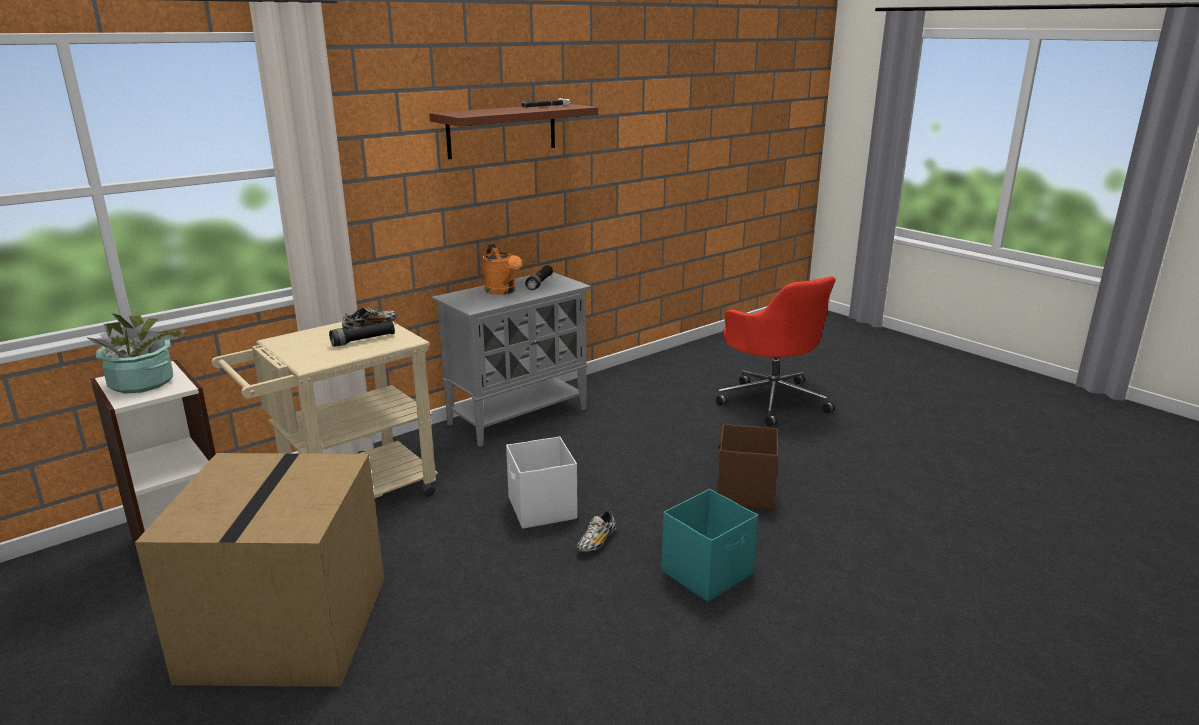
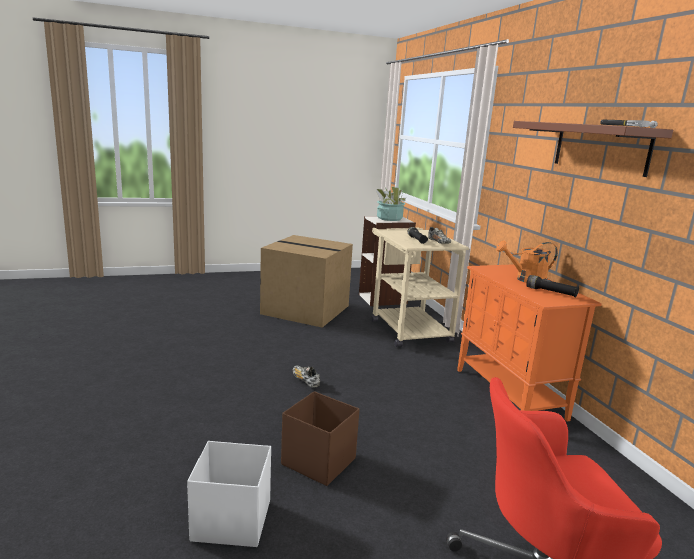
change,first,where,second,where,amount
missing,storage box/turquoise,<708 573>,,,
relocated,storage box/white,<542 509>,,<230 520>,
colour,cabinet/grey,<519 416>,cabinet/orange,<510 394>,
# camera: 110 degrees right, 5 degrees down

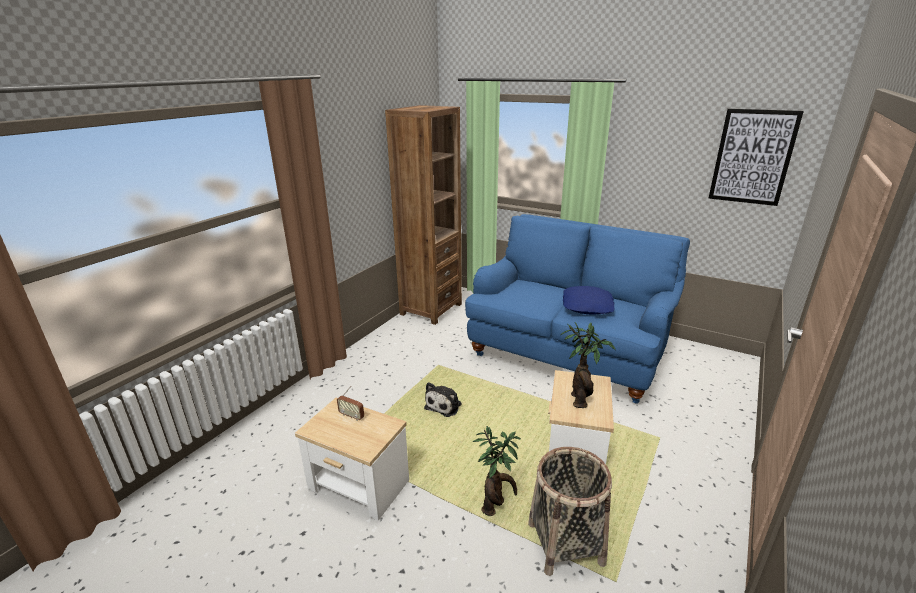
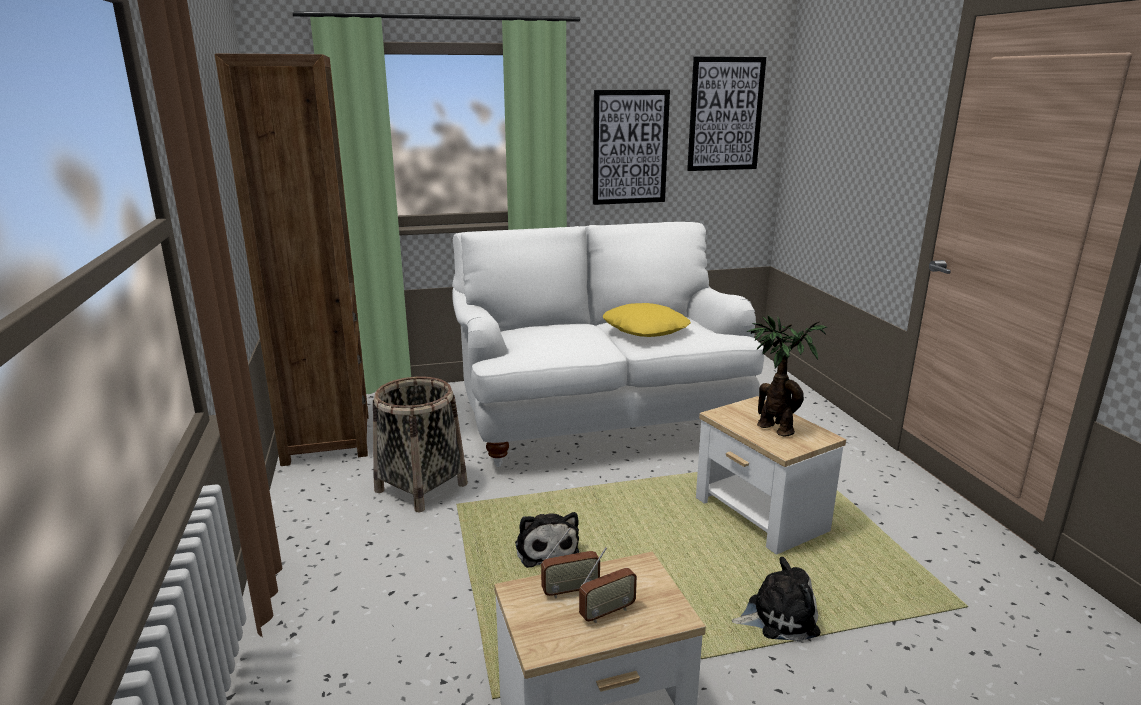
change,first,where,second,where,amount
appeared,,,radio,<607 612>,
appeared,,,picture,<630 147>,
relocated,basket,<566 543>,,<421 487>,
exchanged,potted plant,<496 504>,plush toy,<777 617>,
colour,sofa/blue,<569 352>,sofa/white,<598 417>,
colour,pillow/blue,<587 306>,pillow/yellow,<646 329>,
# camera: 45 degrees left, 5 degrees down

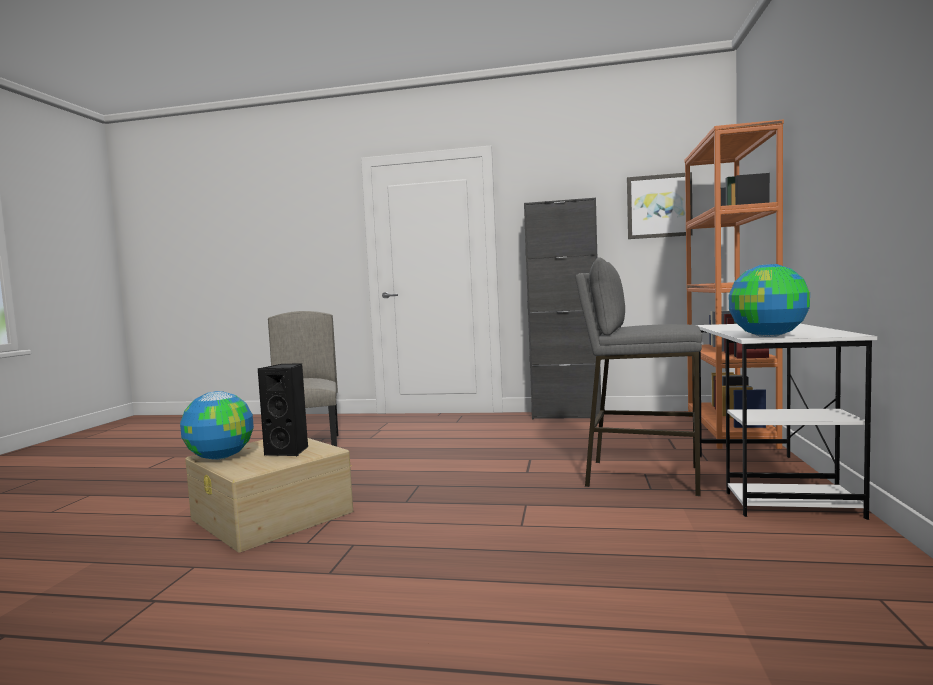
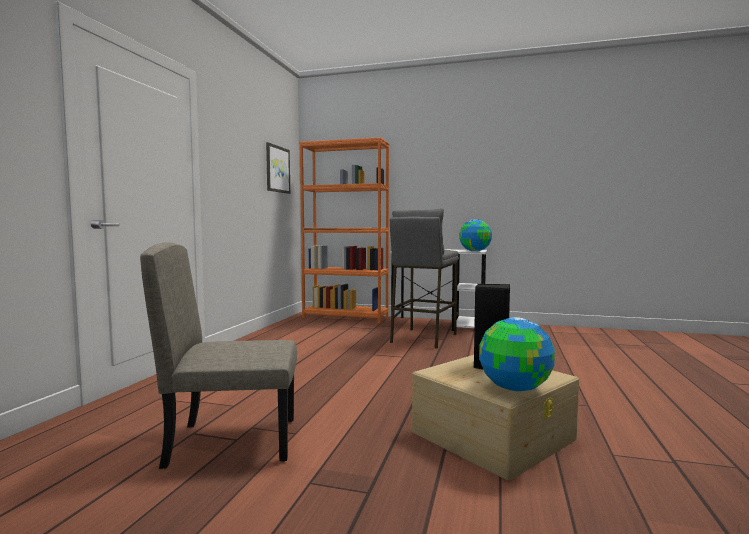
change,first,where,second,where,amount
missing,cabinet/black,<566 415>,,,
# camera: 85 degrees left, 0 degrees up

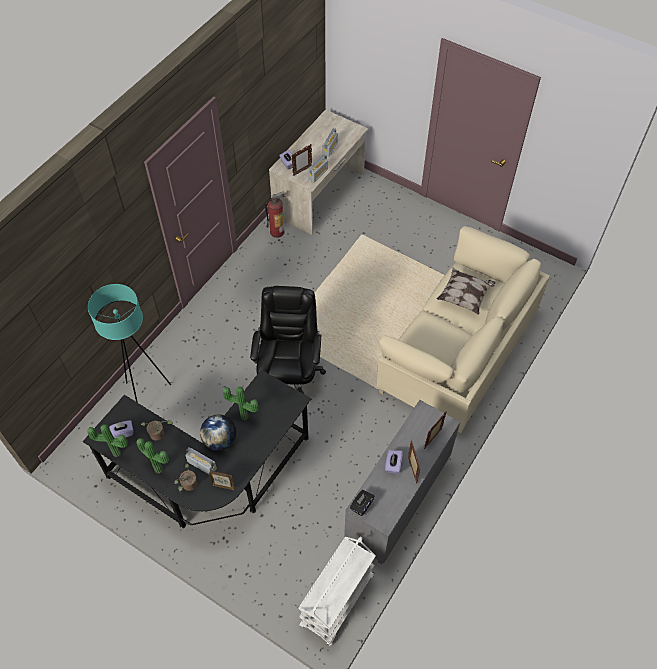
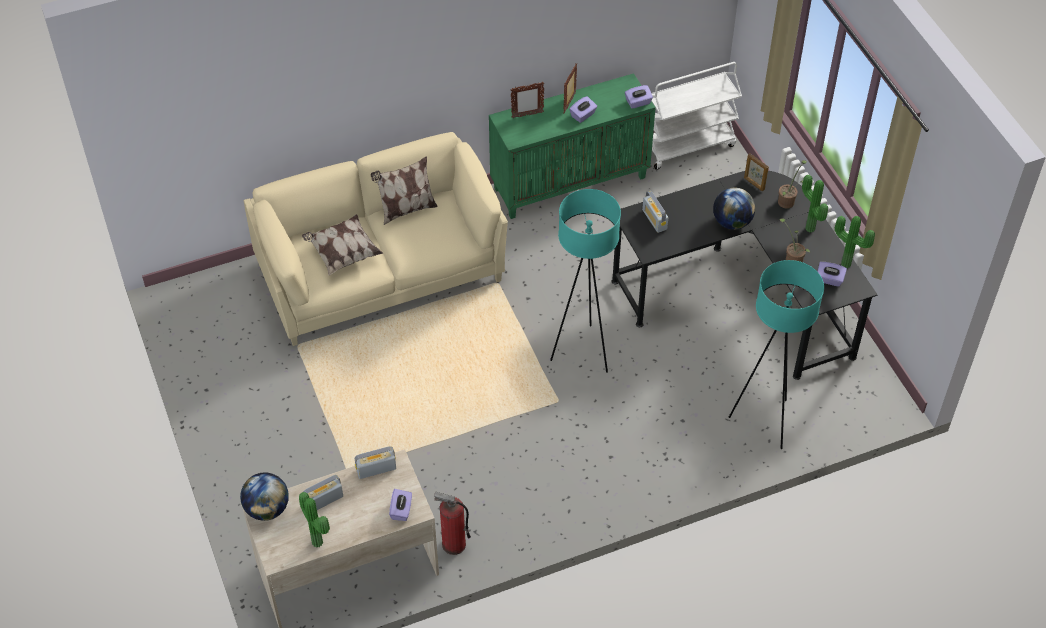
change,first,where,second,where,amount
missing,picture frame,<302 171>,,,
appeared,,,globe,<267 508>,
appeared,,,pillow,<406 209>,
relocated,radio,<202 465>,,<654 219>,
relocated,potted plant,<244 418>,,<319 541>,
exchanged,office chair/black,<289 374>,floor lamp/turquoise,<583 351>,
colour,cabinet/grey,<398 502>,cabinet/green,<570 182>,
colour,tissue box/black,<361 505>,tissue box/purple,<638 102>,
# camera: 145 degrees left, 5 degrees down

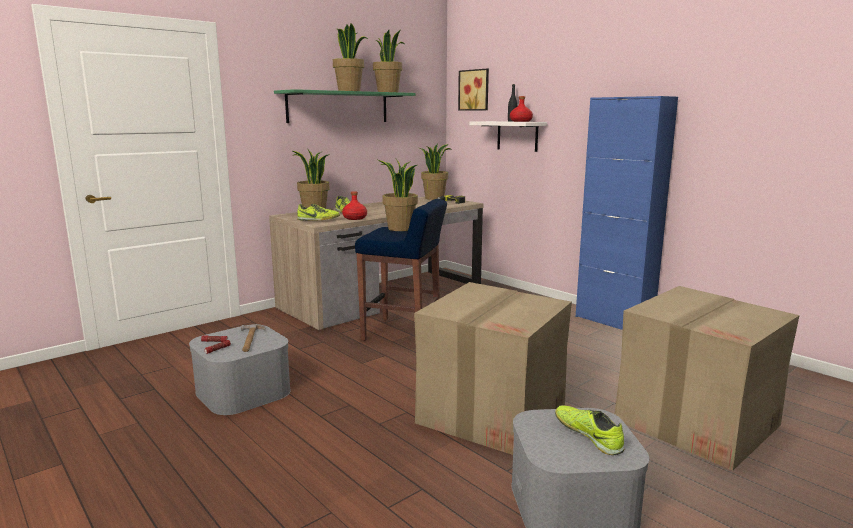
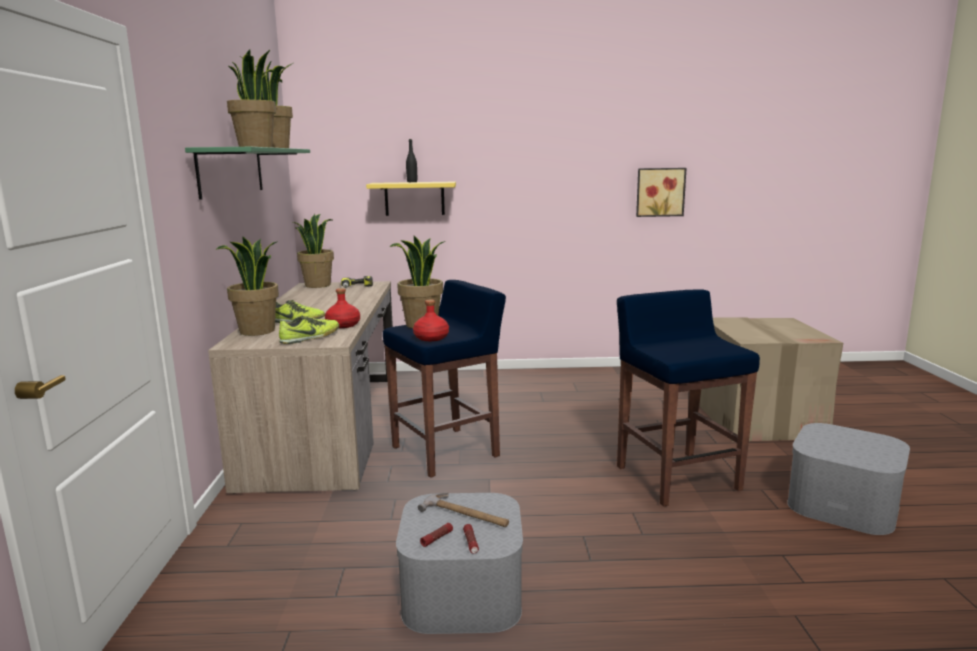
change,first,where,second,where,amount
missing,shoe,<588 435>,,,
missing,cabinet/blue,<613 322>,,,
relocated,picture,<475 90>,,<660 192>,
relocated,bottle/red,<521 121>,,<431 338>,
exchanged,cardboard box,<492 413>,stool/blue,<676 477>,
colour,shelf/white,<517 136>,shelf/yellow,<414 198>,
# camera: 50 degrees left, 0 degrees up

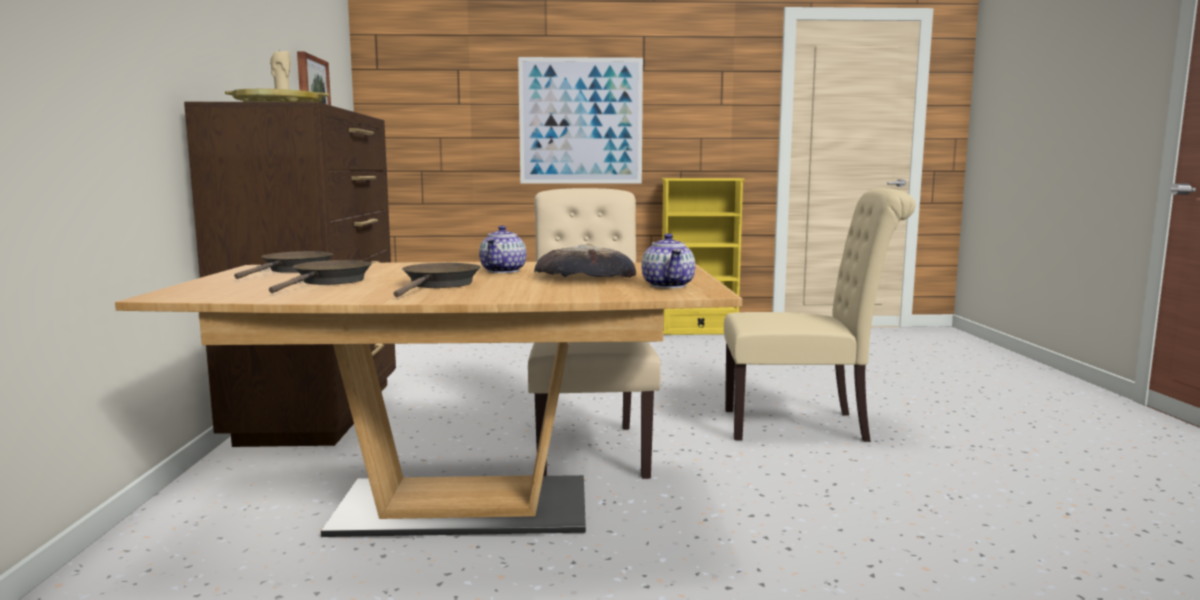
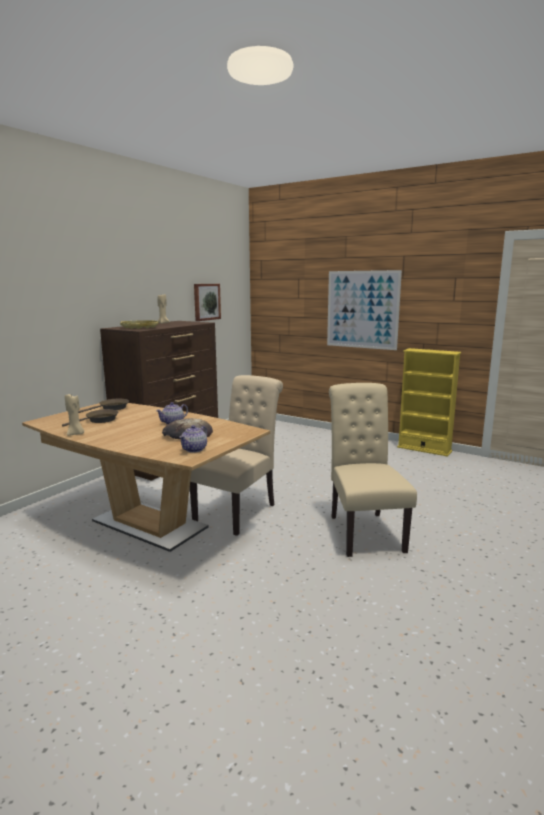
change,first,where,second,where,amount
missing,frying pan/brown,<439 285>,,,
appeared,,,candle/beige,<76 434>,
spun,chair/beige,<804 425>,,<363 530>,135 degrees counterclockwise
# camera: 35 degrees right, 5 degrees up

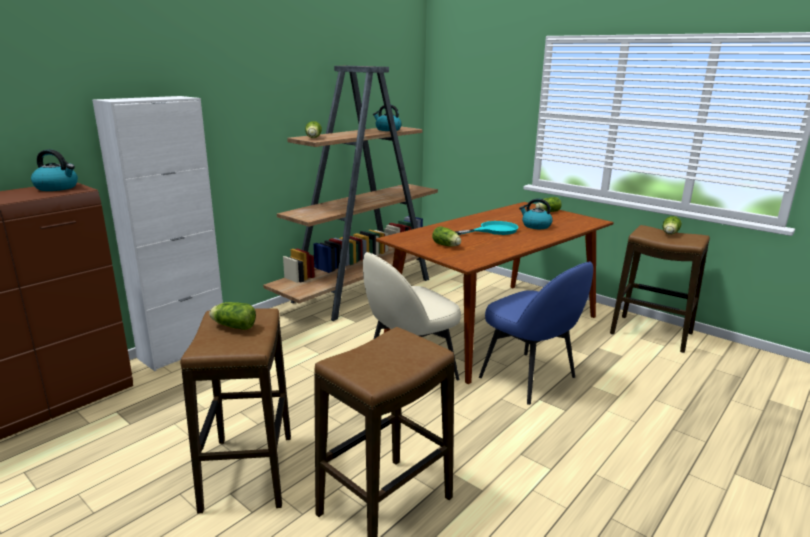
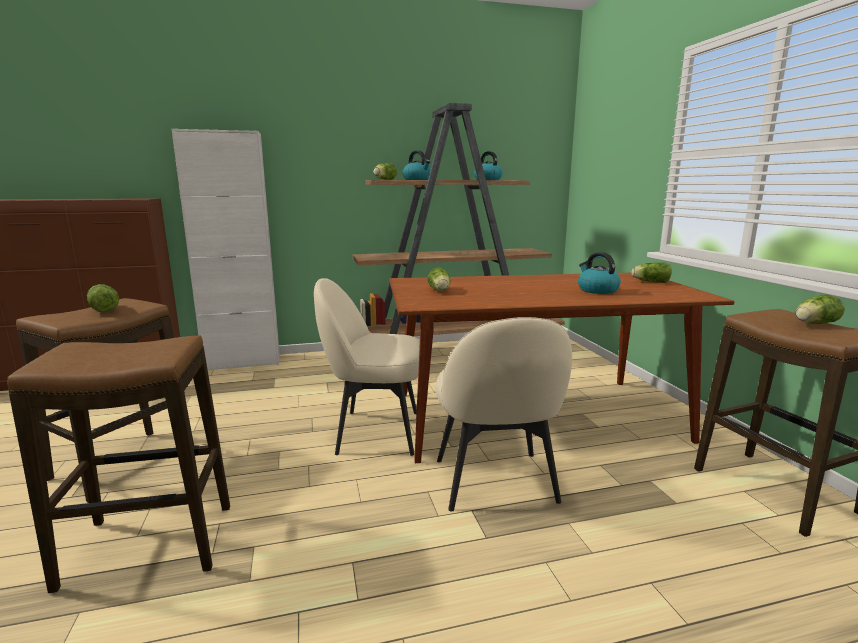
change,first,where,second,where,amount
missing,frying pan/turquoise,<492 230>,,,
relocated,kettle,<57 187>,,<417 179>,
colour,chair/blue,<529 378>,chair/beige,<495 483>,
# camera: 35 degrees right, 5 degrees down

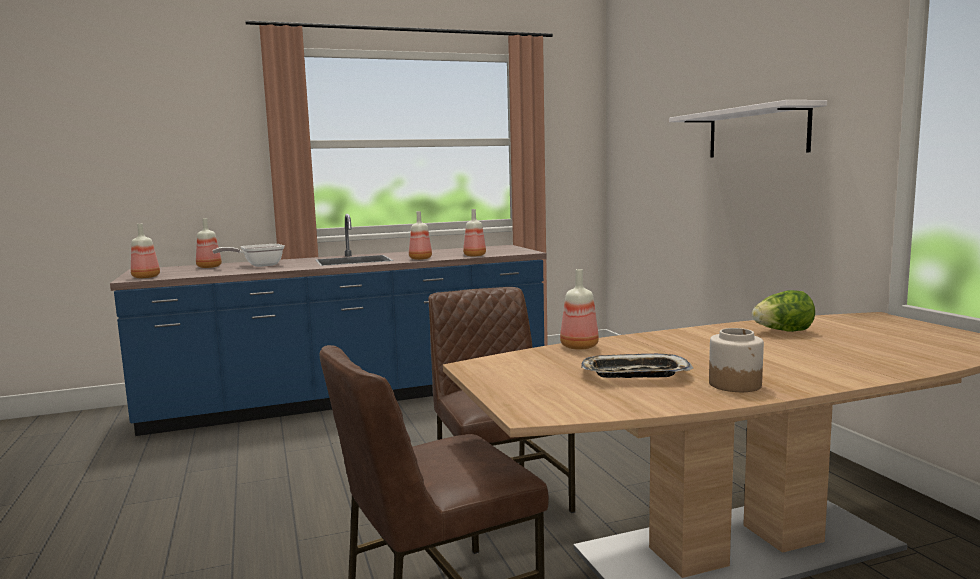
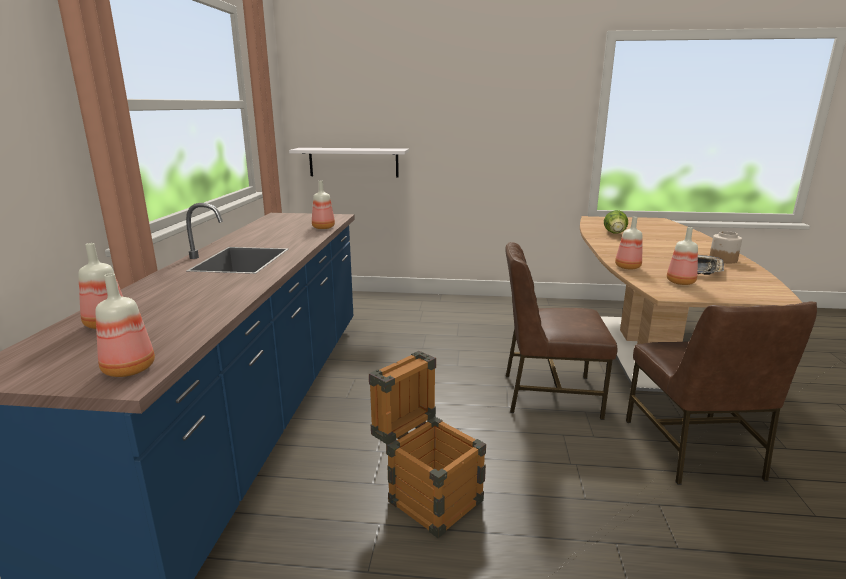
change,first,where,second,where,amount
missing,frying pan,<258 265>,,,
appeared,,,crate,<427 495>,
relocated,bottle,<420 259>,,<681 282>,
relocated,shelf/white,<757 132>,,<353 162>,
# camera: 65 degrees left, 10 degrees up

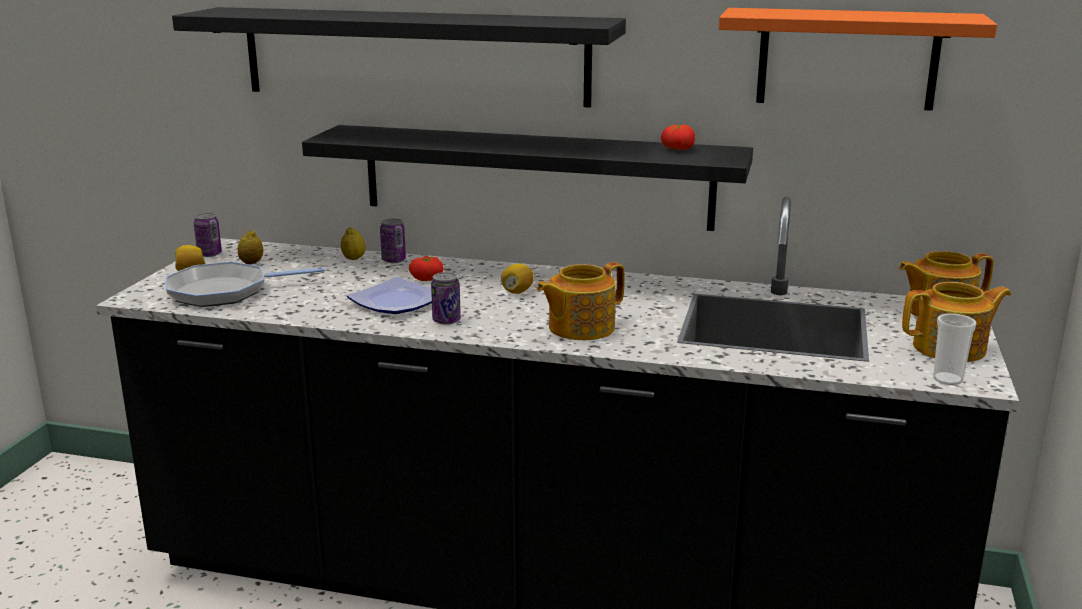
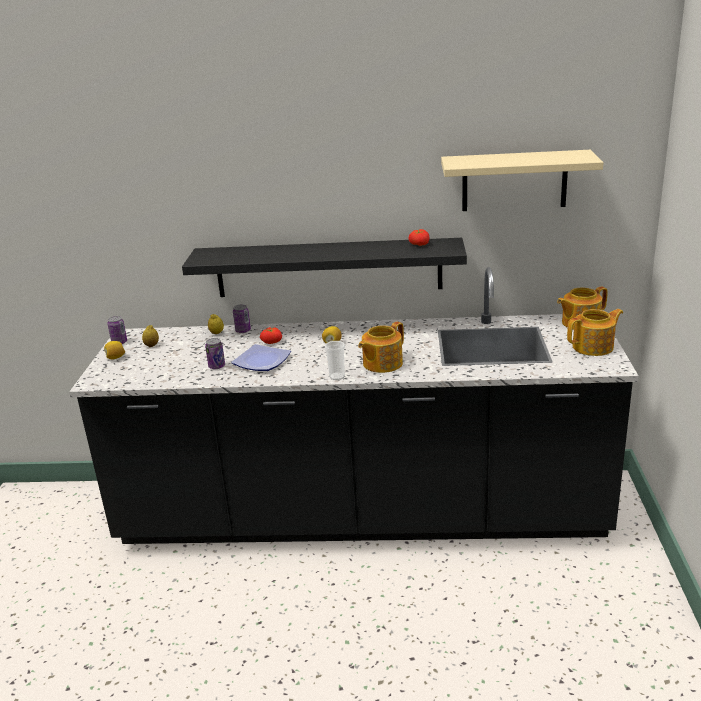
change,first,where,second,where,amount
missing,frying pan,<224 291>,,,
missing,shelf/black,<413 56>,,,
relocated,can,<446 321>,,<217 366>,
relocated,cup,<947 379>,,<337 376>,
colour,shelf/orange,<847 59>,shelf/beige,<514 181>,
# camera: 10 degrees left, 5 degrees up

